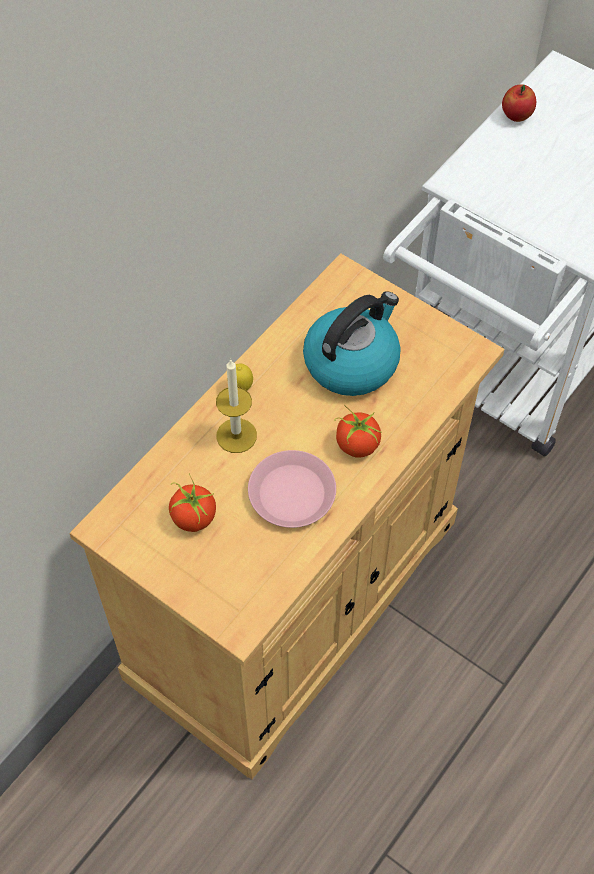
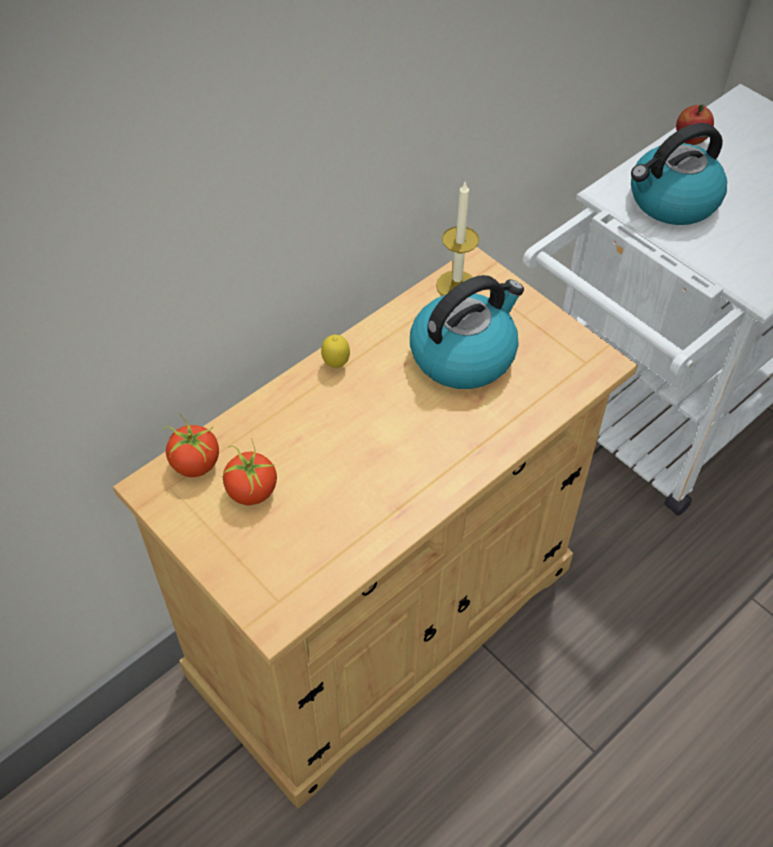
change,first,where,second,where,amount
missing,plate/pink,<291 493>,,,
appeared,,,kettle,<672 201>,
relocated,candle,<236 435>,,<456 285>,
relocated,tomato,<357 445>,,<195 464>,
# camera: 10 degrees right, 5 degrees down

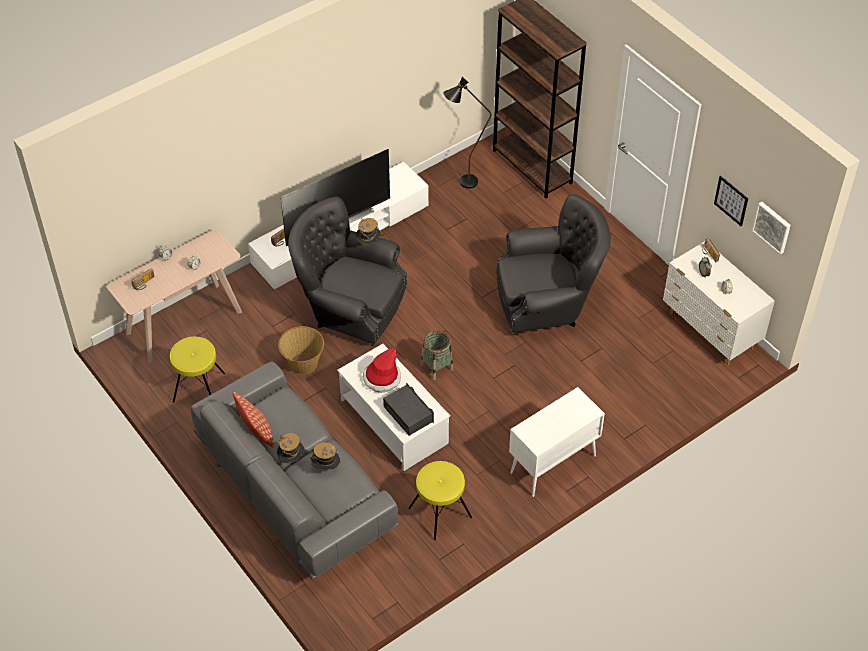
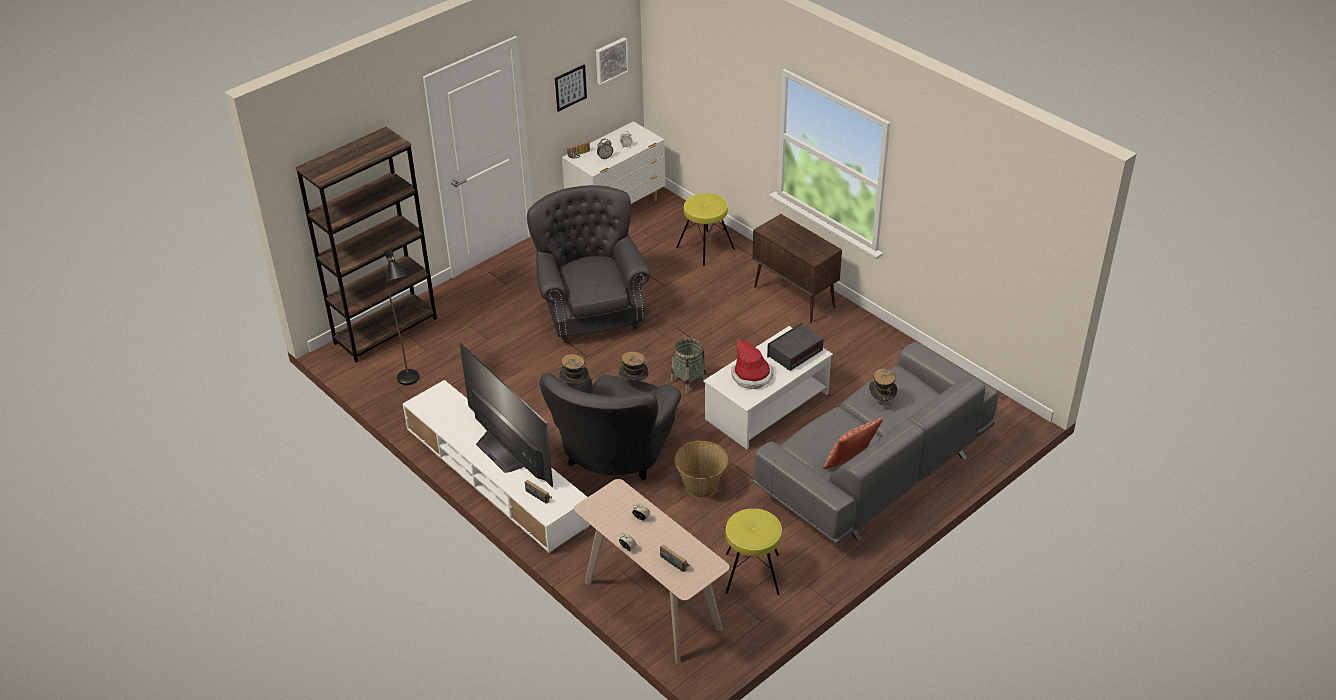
change,first,where,second,where,amount
relocated,hat,<291 459>,,<634 383>,
relocated,stool/yellow,<440 513>,,<706 248>,
colour,cabinet/white,<552 465>,cabinet/brown,<795 297>,
# camera: 95 degrees left, 10 degrees down

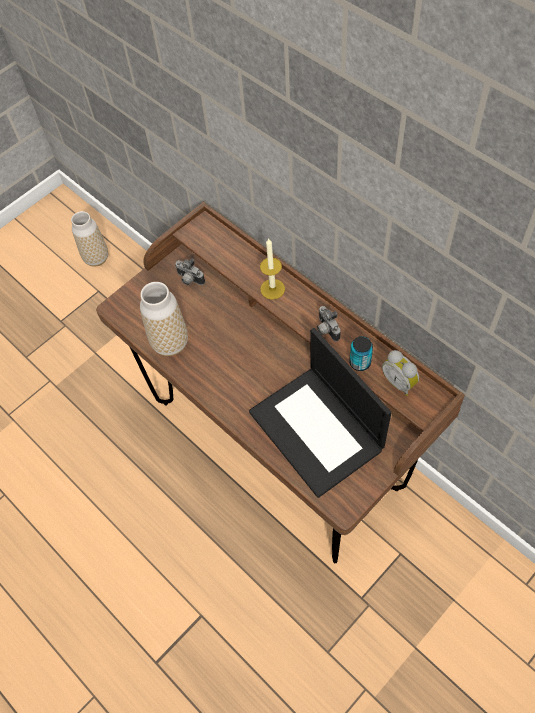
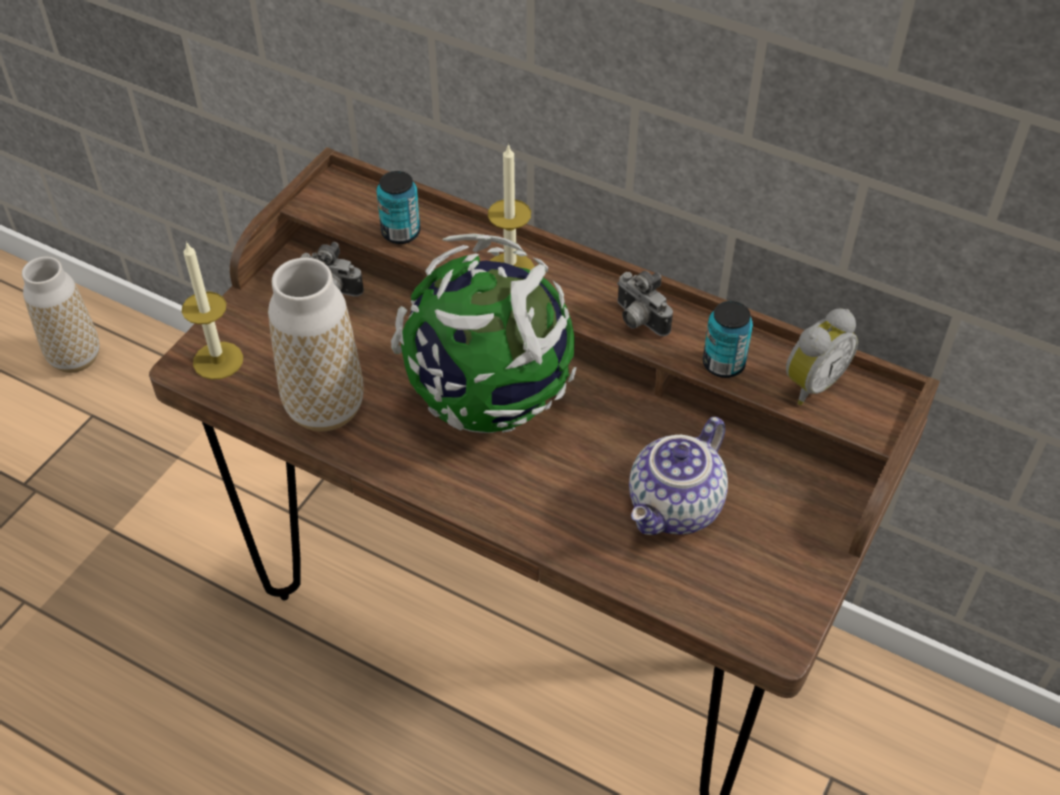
change,first,where,second,where,amount
appeared,,,candle,<218 360>,
appeared,,,can,<401 233>,
appeared,,,globe,<488 400>,
exchanged,laptop,<318 430>,teapot,<676 509>,
spun,alarm clock,<399 382>,,<810 383>,75 degrees counterclockwise
# camera: 20 degrees left, 10 degrees down

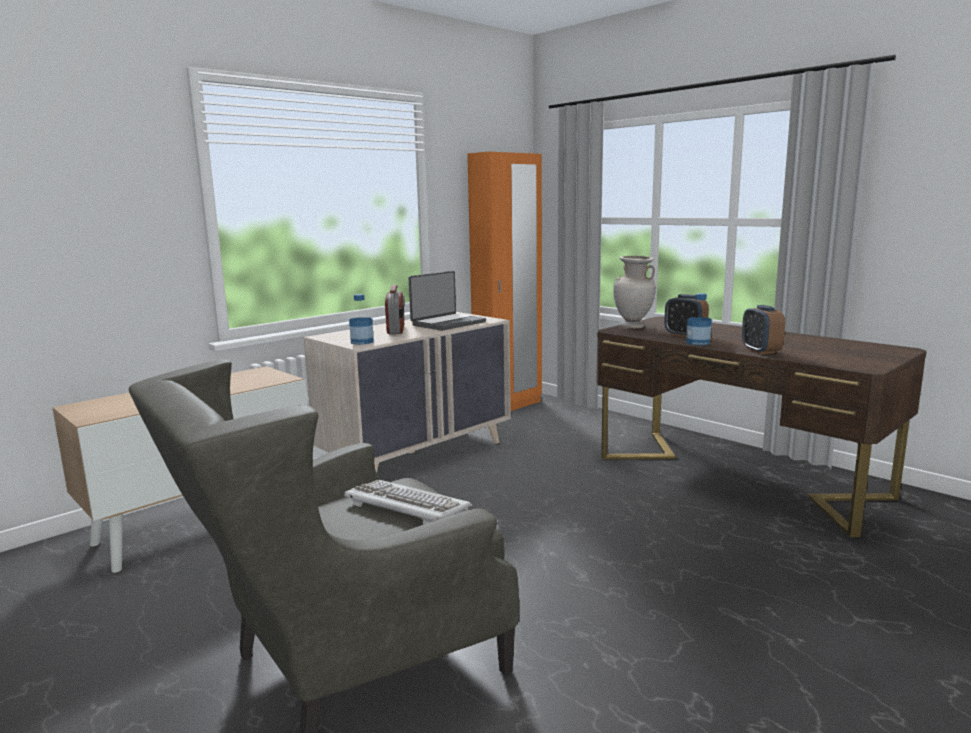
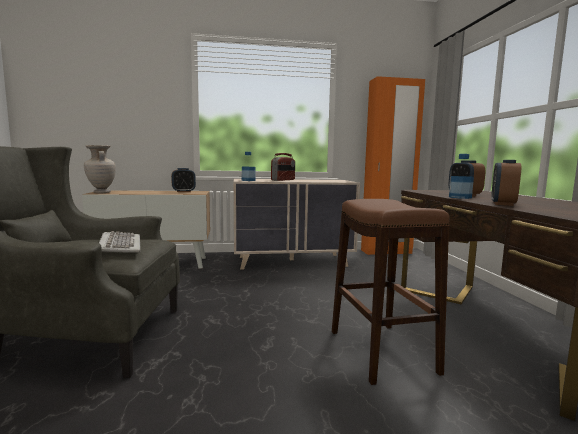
change,first,where,second,where,amount
missing,laptop,<447 323>,,,
appeared,,,alarm clock,<183 191>,
appeared,,,stool/brown,<381 351>,
relocated,vase/beige,<632 327>,,<101 192>,
# camera: 35 degrees right, 5 degrees down

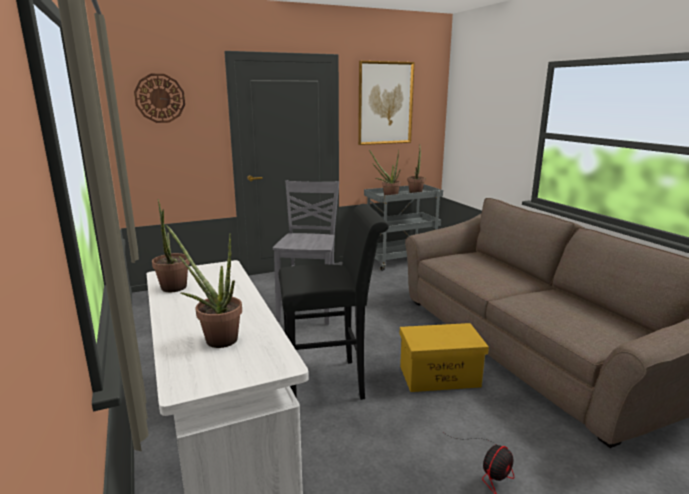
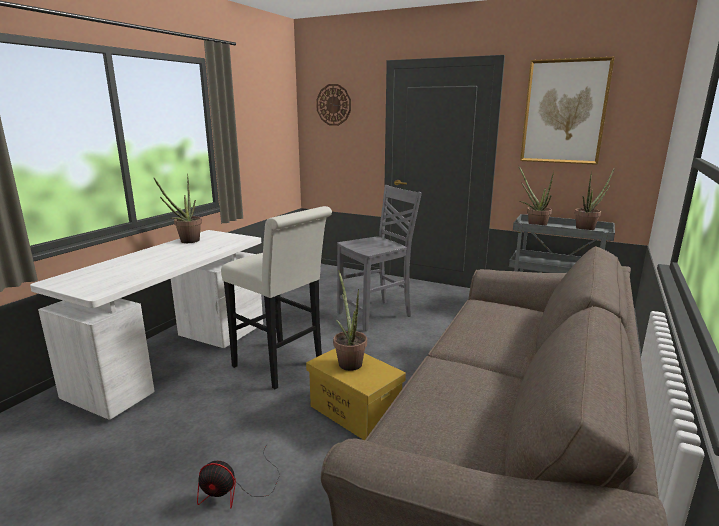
change,first,where,second,where,amount
relocated,potted plant,<216 338>,,<348 361>,
colour,stool/black,<331 382>,stool/white,<282 366>,
# camera: 50 degrees right, 0 degrees up

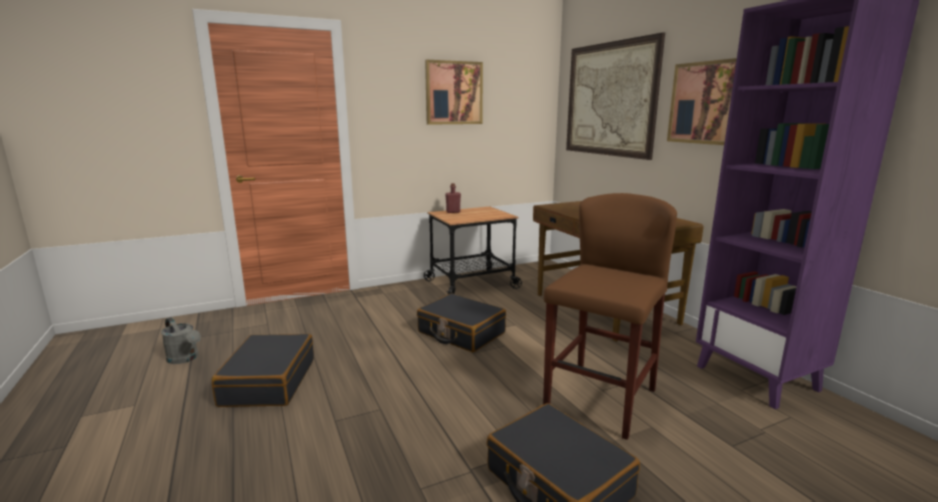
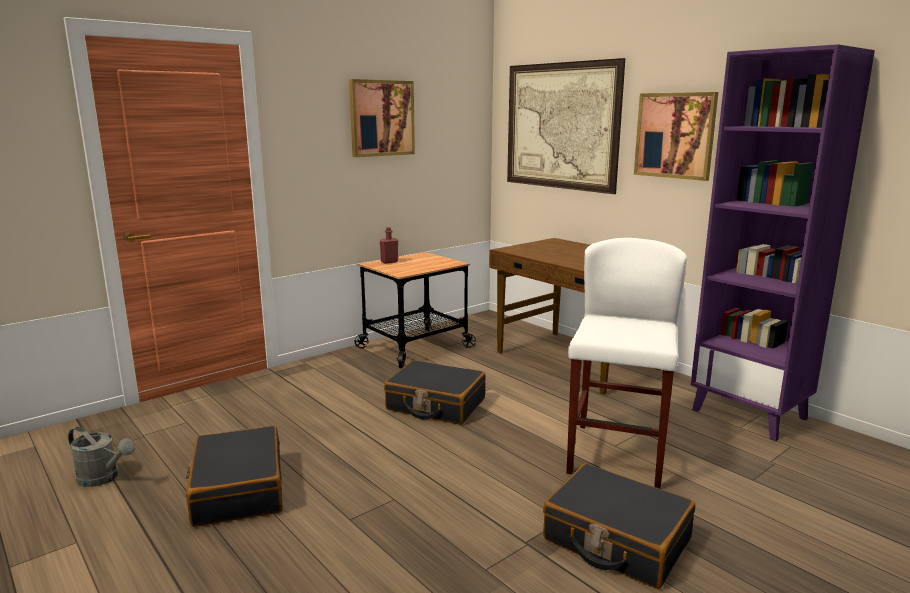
change,first,where,second,where,amount
colour,stool/brown,<600 399>,stool/white,<617 455>,
# camera: 15 degrees left, 0 degrees up

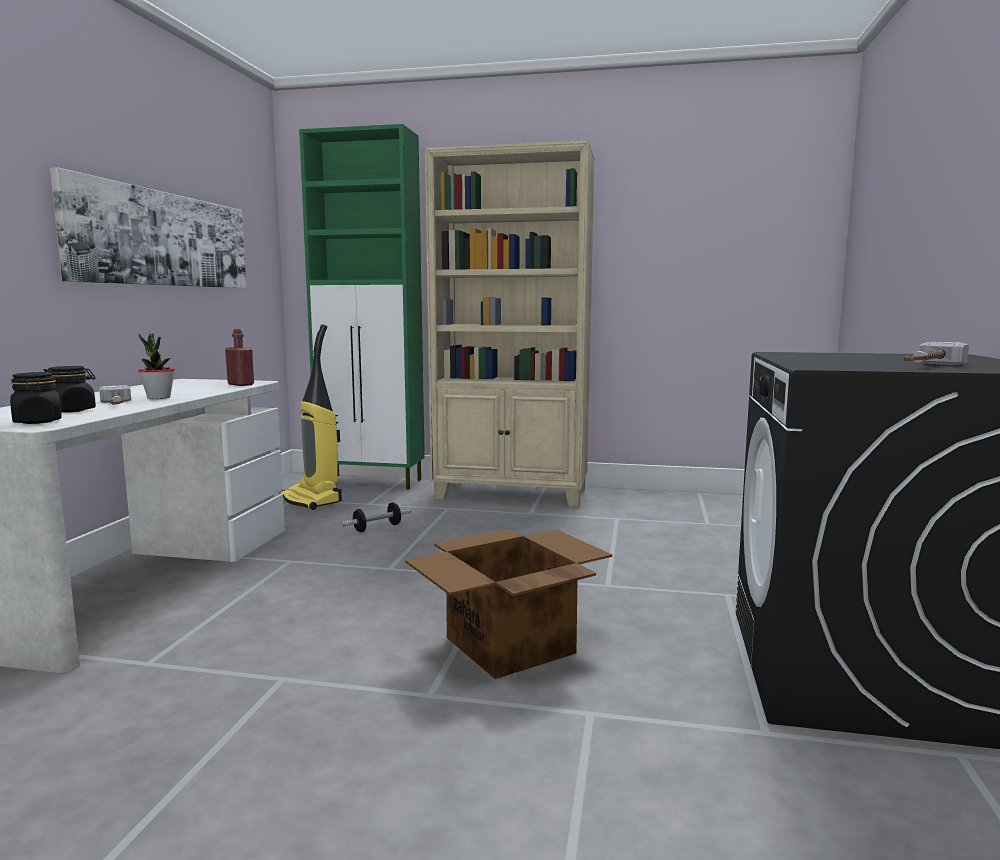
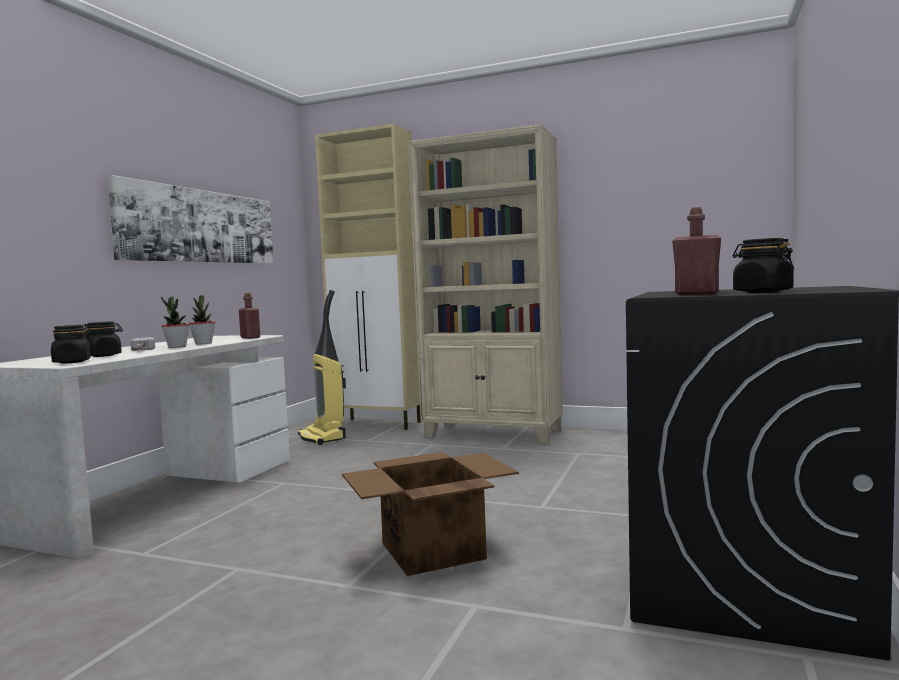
change,first,where,second,where,amount
missing,dumbbell,<377 528>,,,
appeared,,,potted plant,<203 343>,
appeared,,,bottle/red,<696 294>,
exchanged,hammer,<928 366>,jar/black,<762 292>,
colour,cabinet/green,<372 482>,cabinet/beige,<379 424>,
# camera: 10 degrees right, 5 degrees down

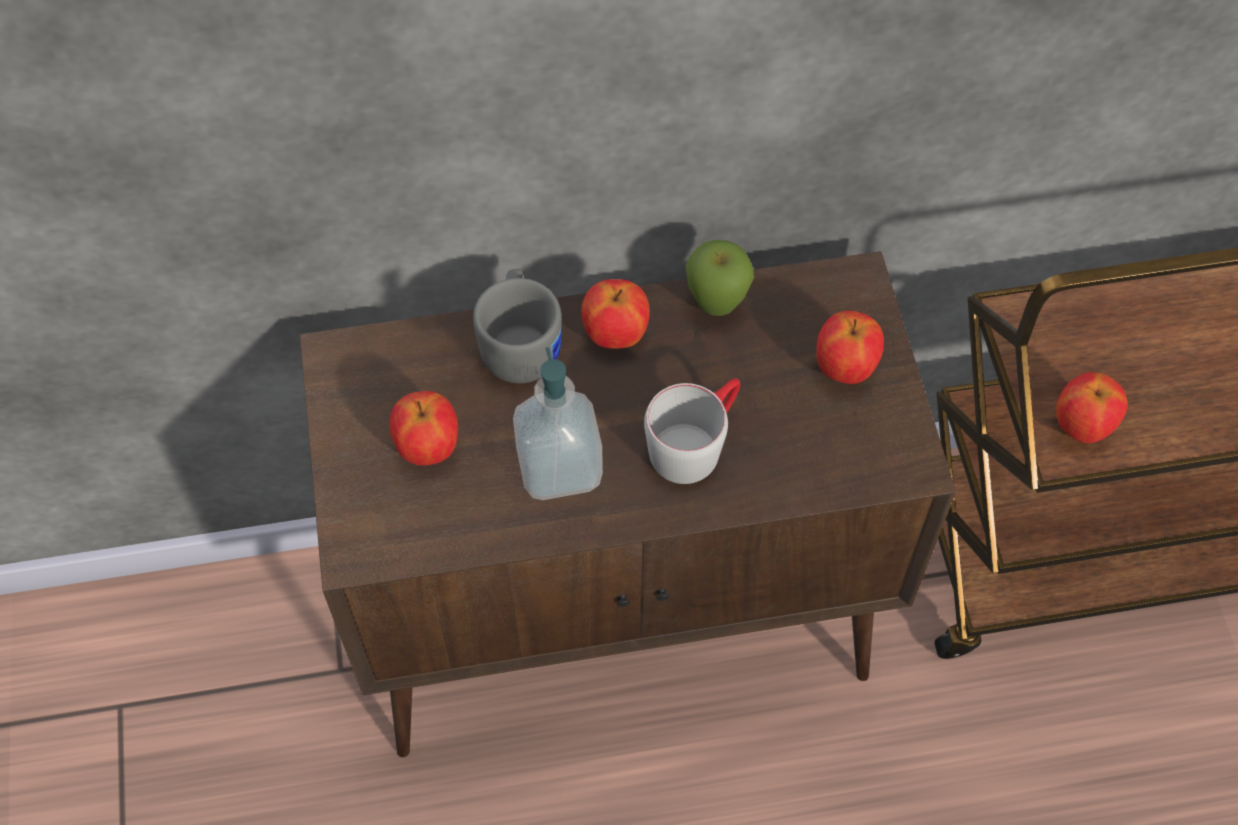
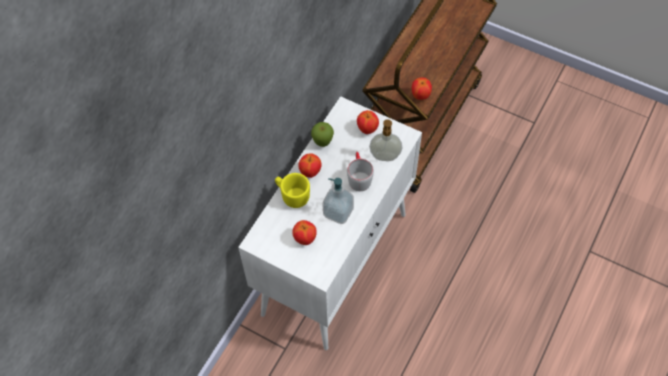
change,first,where,second,where,amount
appeared,,,soap dispenser,<385 157>,
colour,cabinet/brown,<623 620>,cabinet/white,<336 262>,
colour,mug/grey,<522 344>,mug/yellow,<292 195>,
# camera: 50 degrees left, 0 degrees up

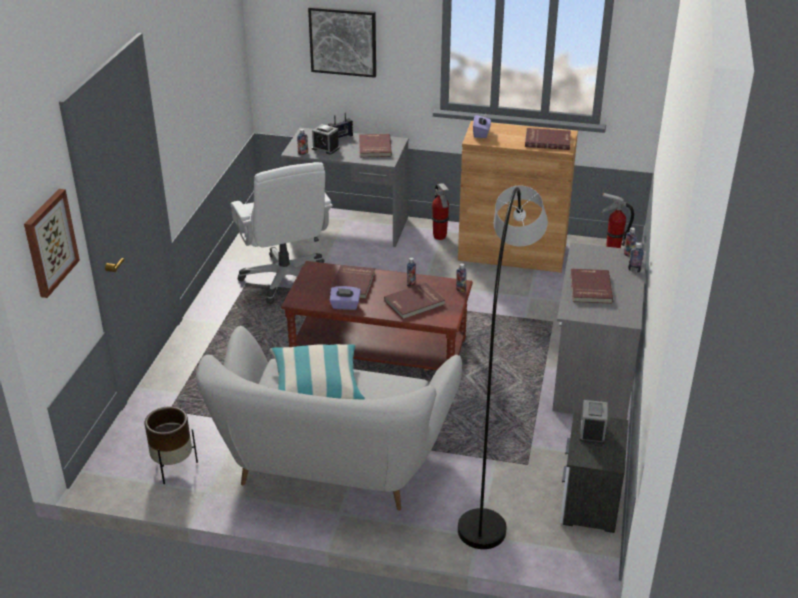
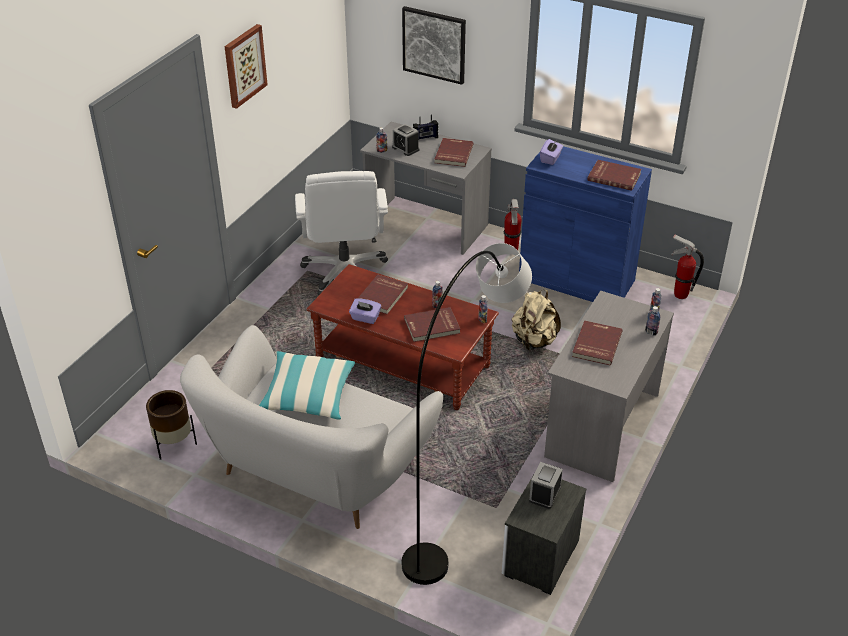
change,first,where,second,where,amount
appeared,,,backpack/beige,<534 341>,
relocated,picture,<49 242>,,<244 65>,
colour,cabinet/brown,<512 253>,cabinet/blue,<576 279>,
# camera: 15 degrees right, 5 degrees up

